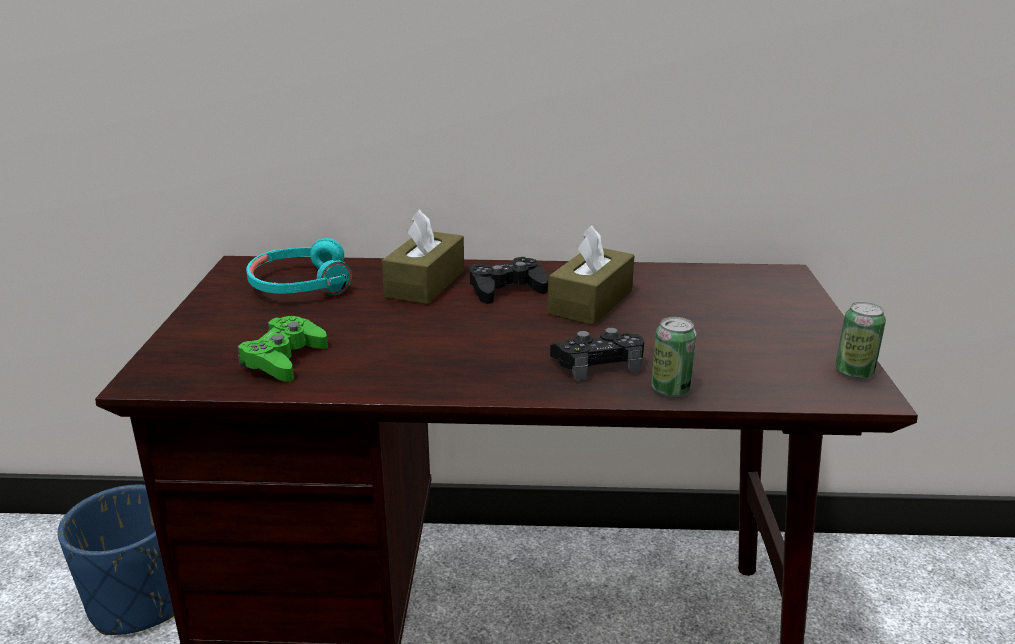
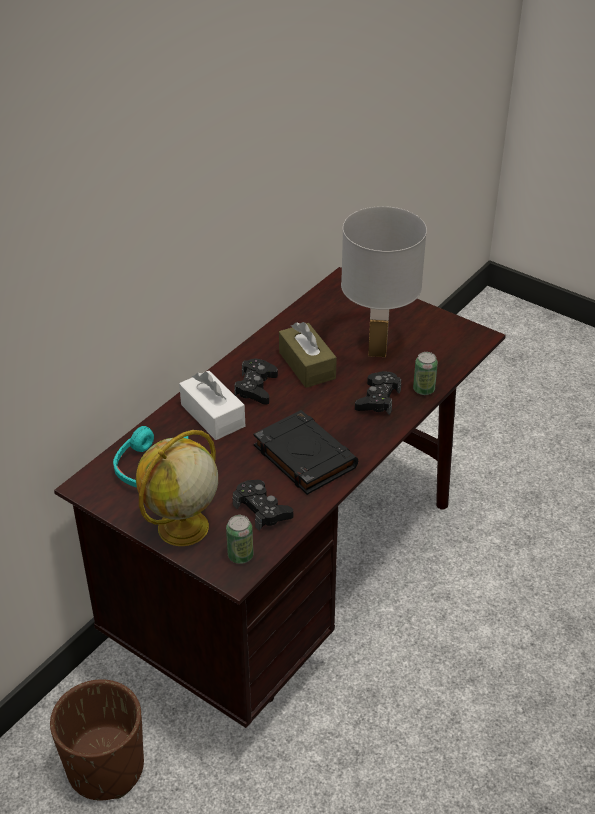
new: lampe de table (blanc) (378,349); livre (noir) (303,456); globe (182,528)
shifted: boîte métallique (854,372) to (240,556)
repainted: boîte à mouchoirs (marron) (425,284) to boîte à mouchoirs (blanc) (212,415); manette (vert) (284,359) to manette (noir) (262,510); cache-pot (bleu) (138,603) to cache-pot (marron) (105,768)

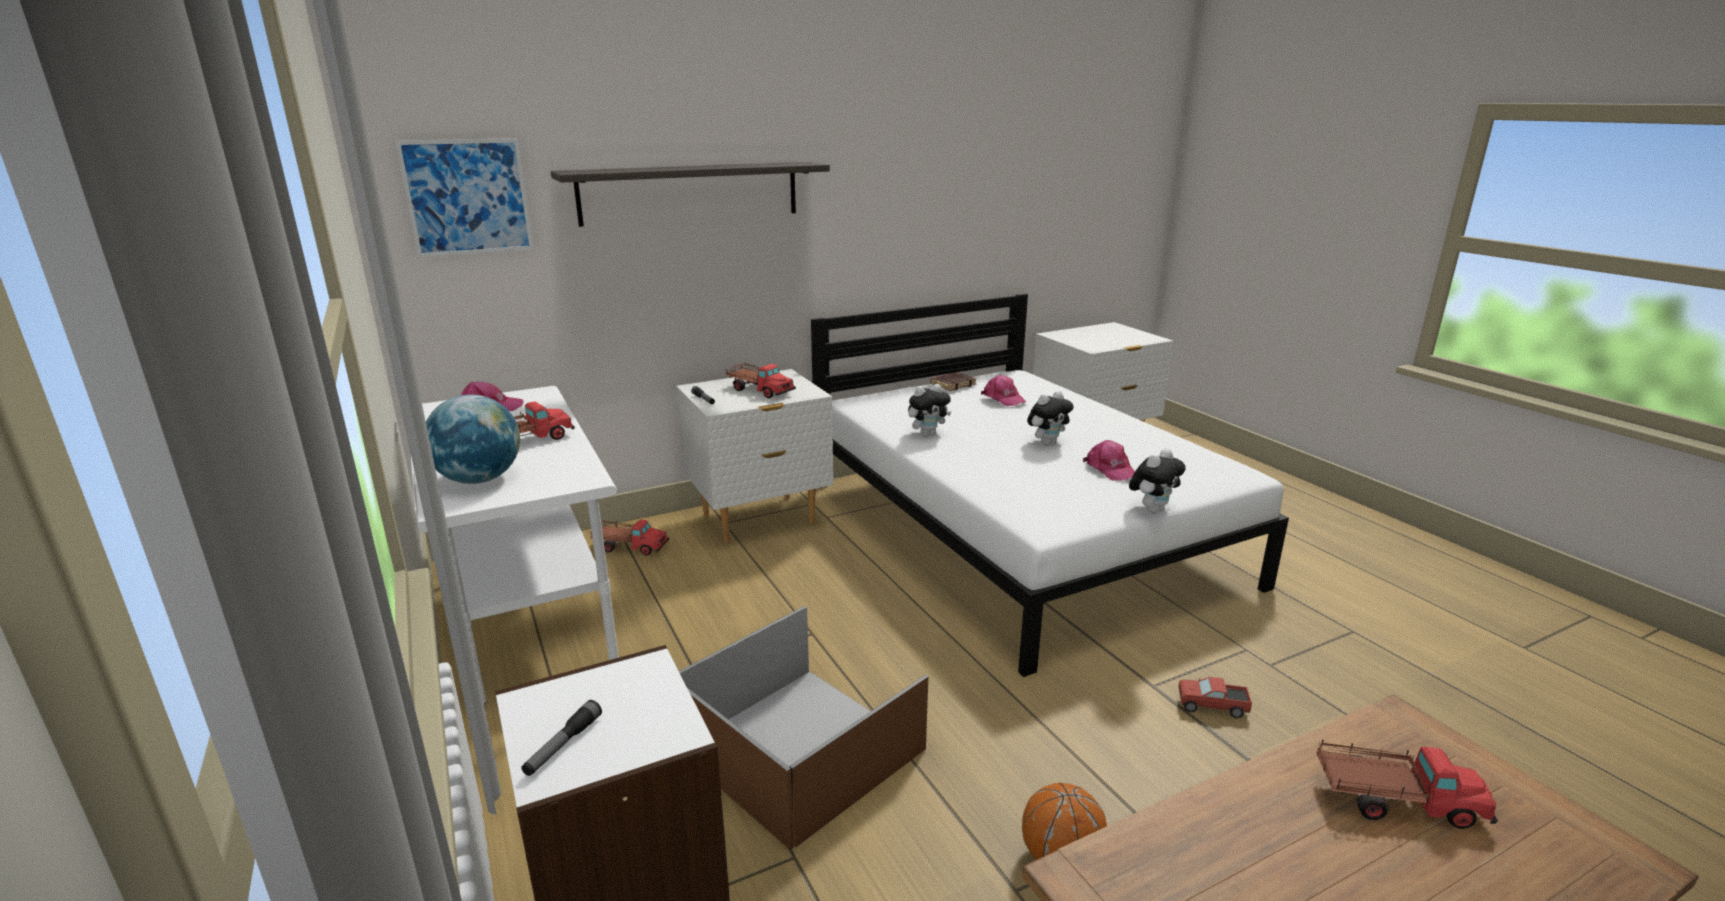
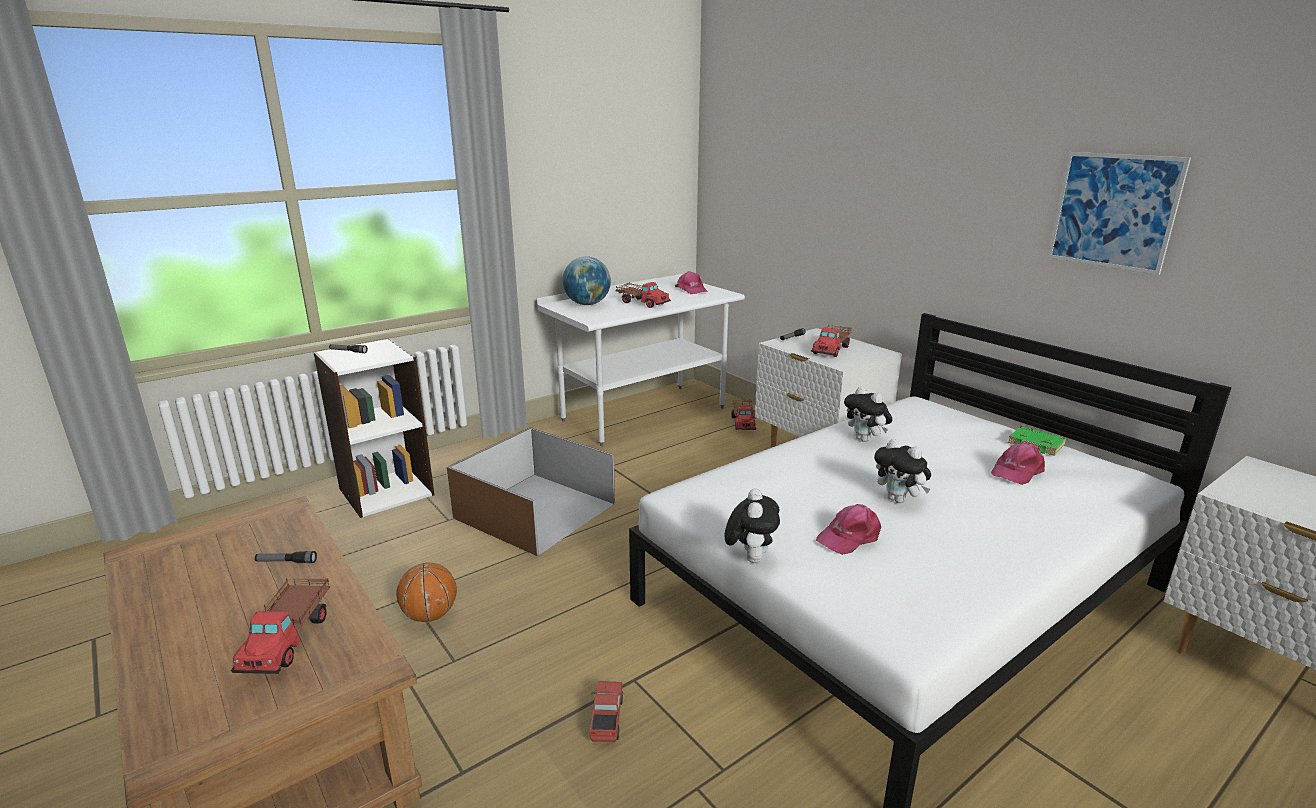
gone: étagère (690,192)
new: lampe de poche (286,562)
shifted: tableau (467,197) to (1114,211)
repainted: livre (marron) (953,384) to livre (vert) (1037,444)
rotated: peluche (1152,509) = (750,557) 120 degrees counterclockwise

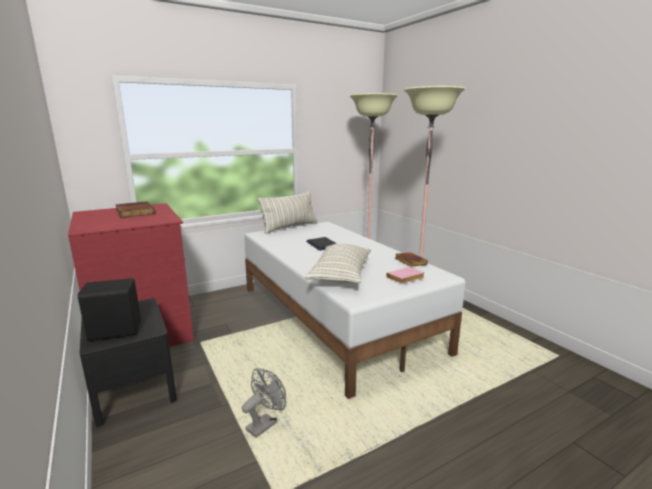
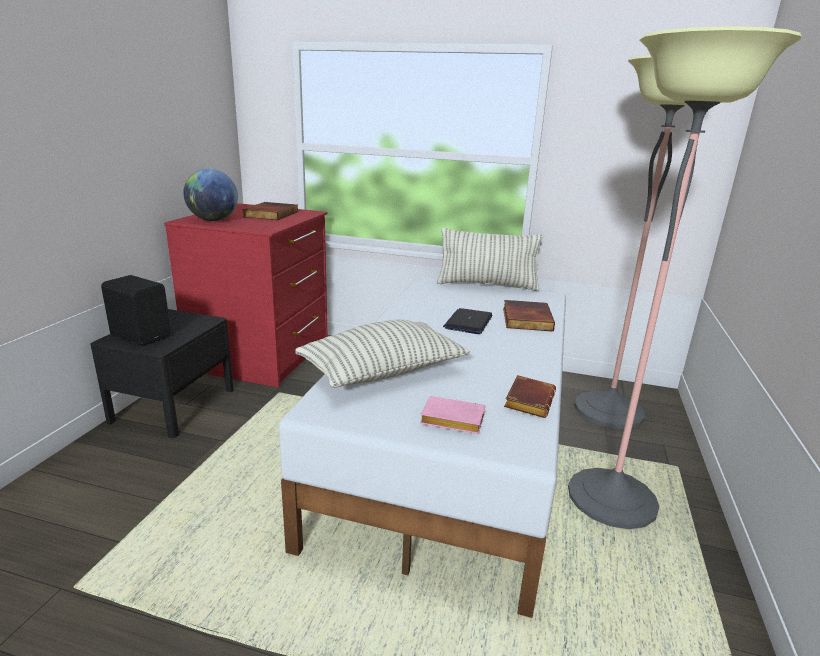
gone: ventilateur (gris) (265,423)
new: globe (213,220); livre (525,319)

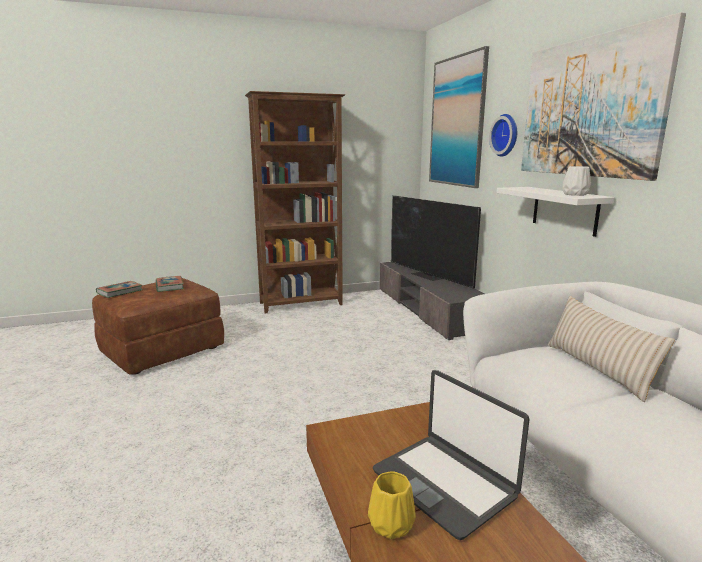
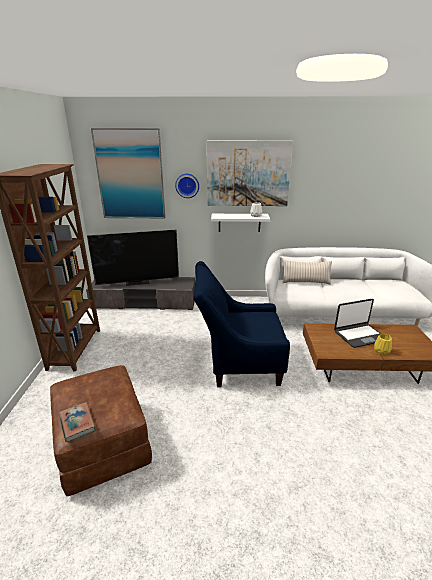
gone: livre (169,286)
new: fauteuil (bleu) (237,363)

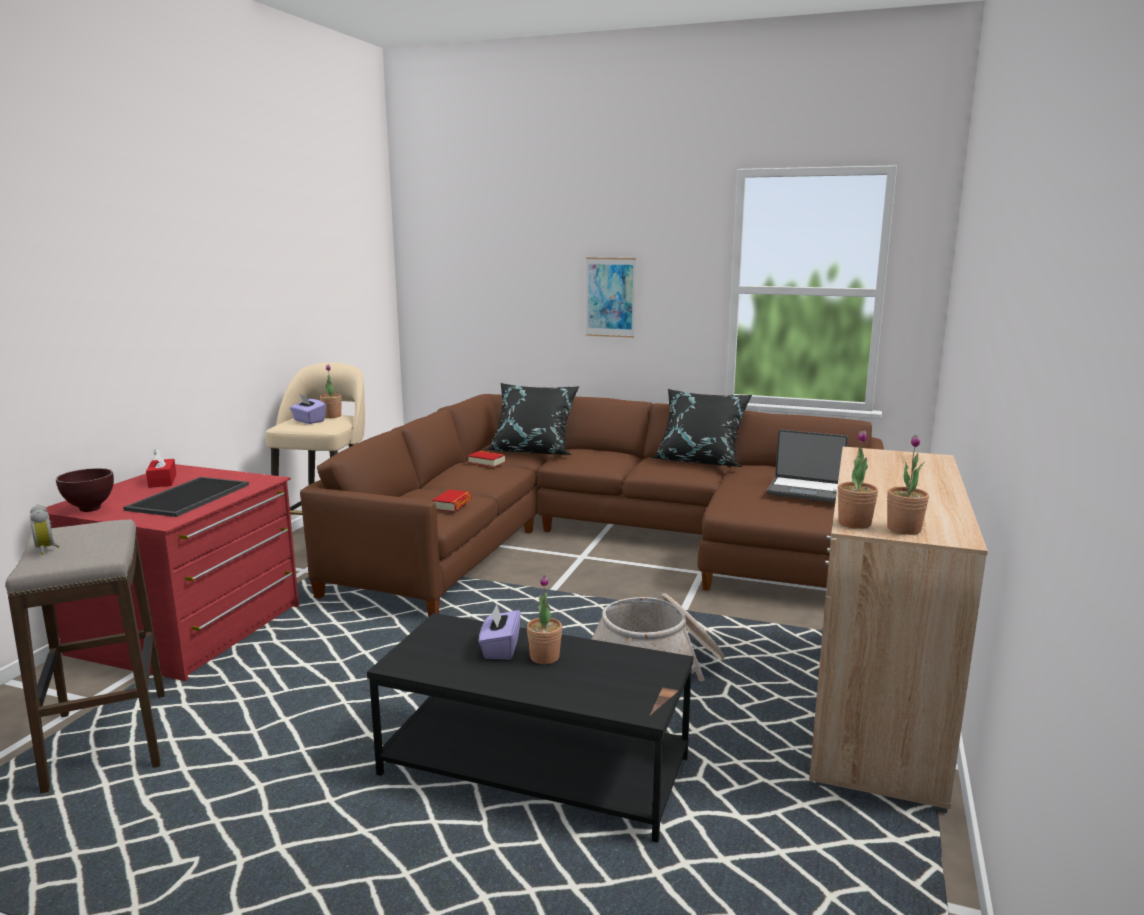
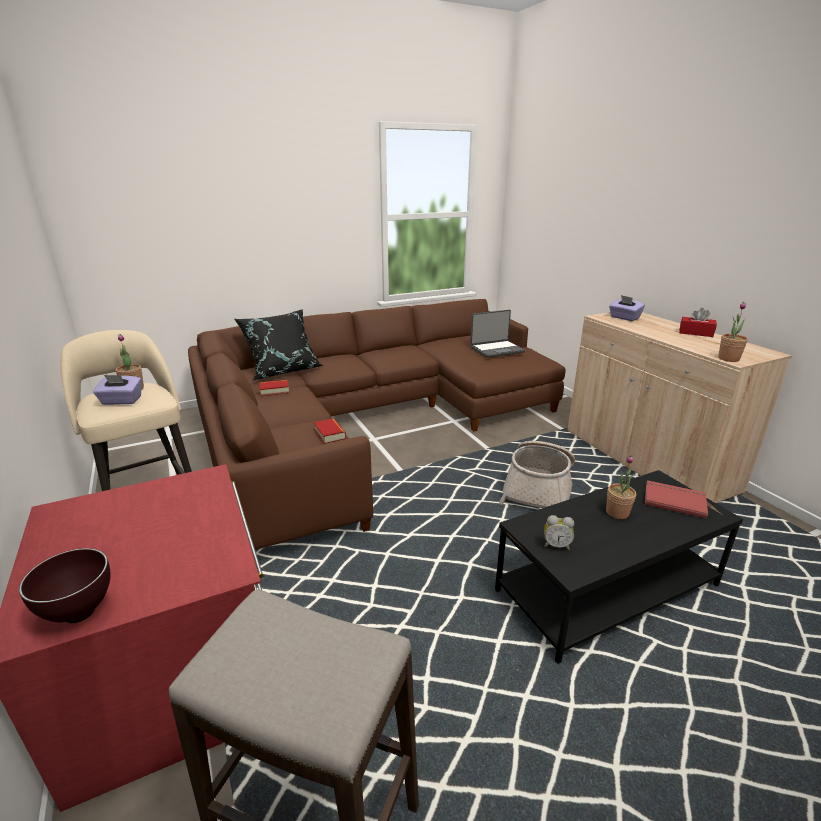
gone: tableau (610,297); coussin (noir) (700,461); plante en pot (904,529); plateau (190,497)
new: livre (rouge) (674,500)
shifted: boîte à mouchoirs (rouge) (162,481) to (695,333); réveil (48,549) to (556,545); boîte à mouchoirs (violet) (500,648) to (624,318)

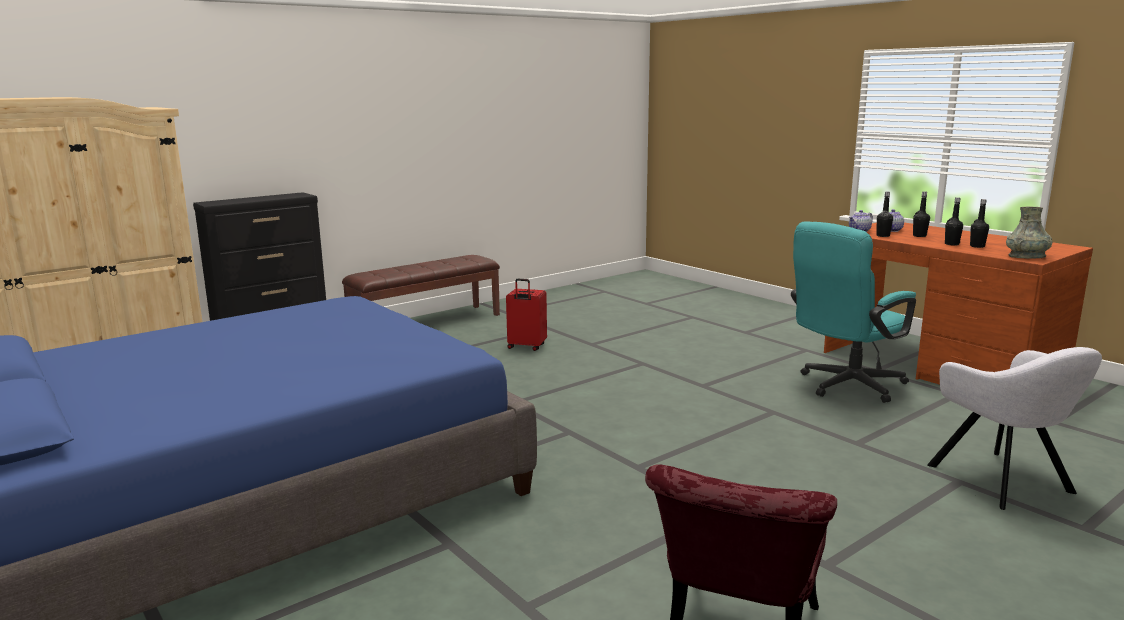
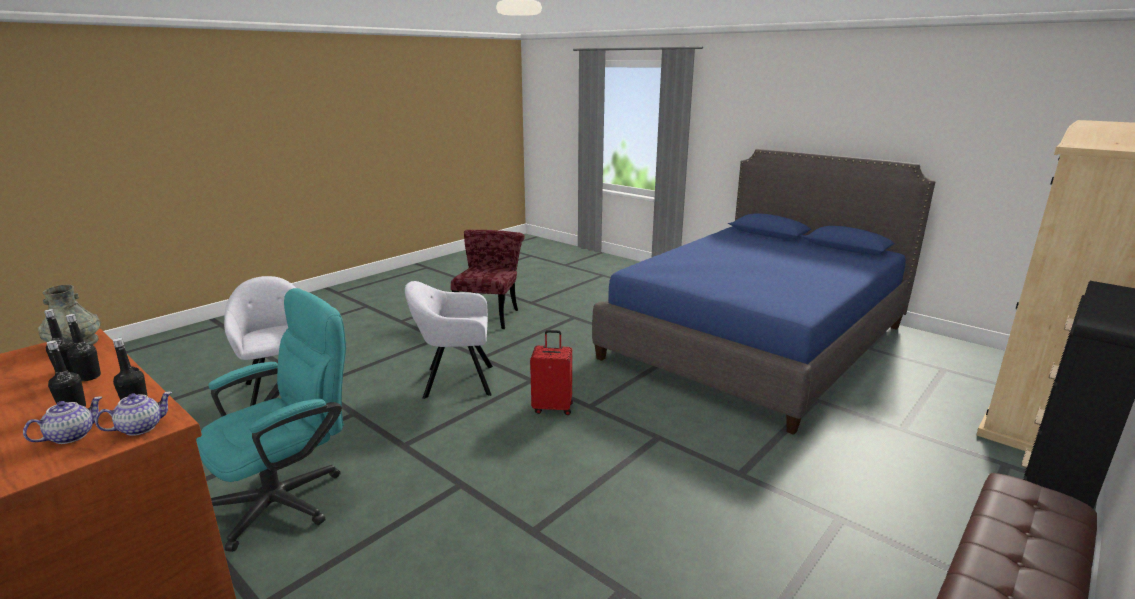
new: fauteuil (gris) (455,381)
shifted: valise (rouge) (526,347) to (553,407)

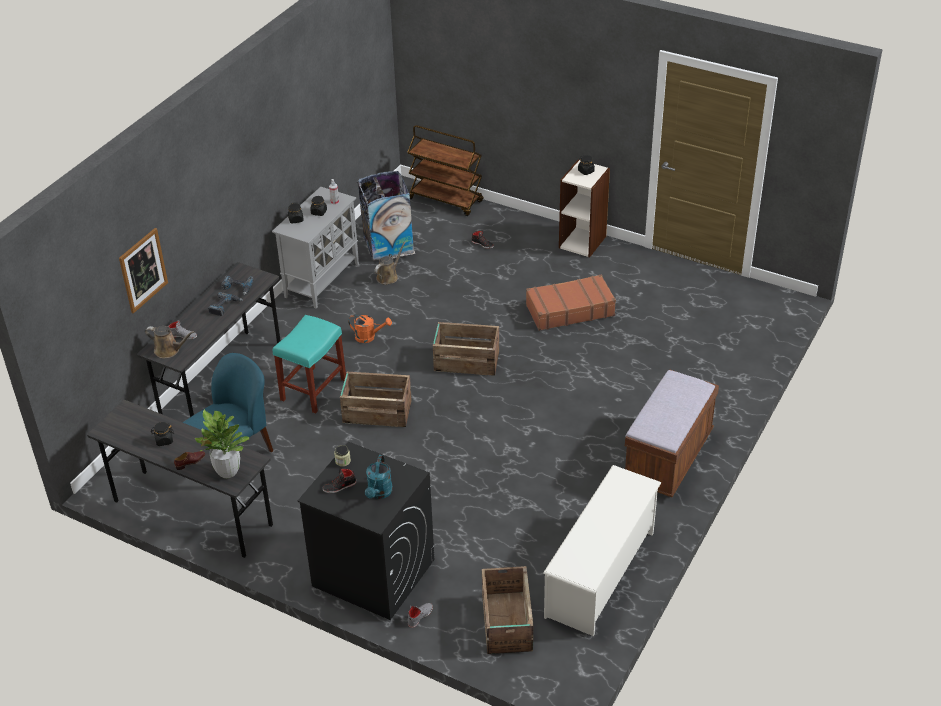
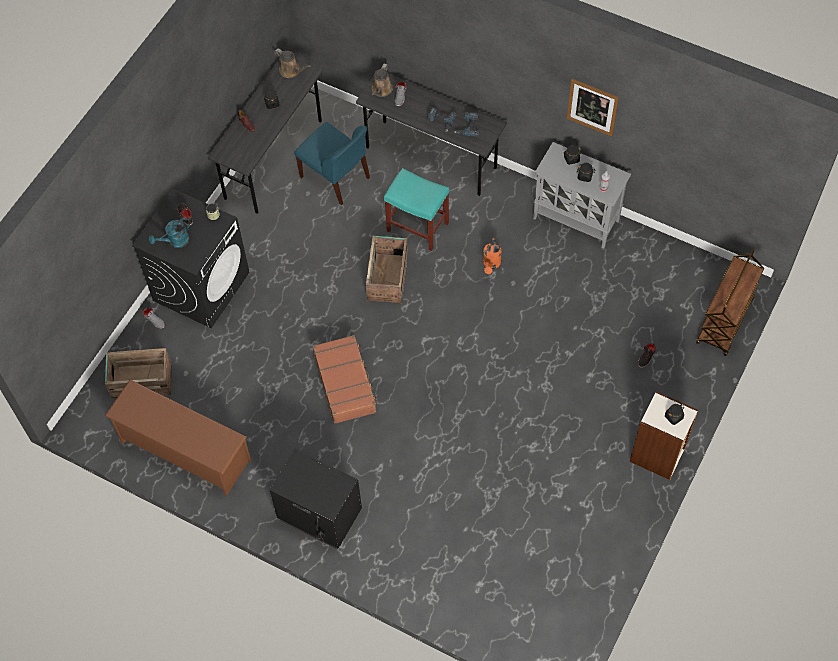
gone: poubelle (388,244); caisse (465,361); plante en pot (227,472)
shifted: tableau (143,270) to (592,107); arrosoir (marron) (388,276) to (291,71); valise (marron) (569,310) to (345,383)
swapped: banc (marron) (668,458) to table de chevet (noir) (319,516)
repainted: étagère à chaussures (blanc) (600,574) to étagère à chaussures (marron) (184,451)
rotated: arrosoir (turquoise) (379,493) = (175,242) 45 degrees counterclockwise

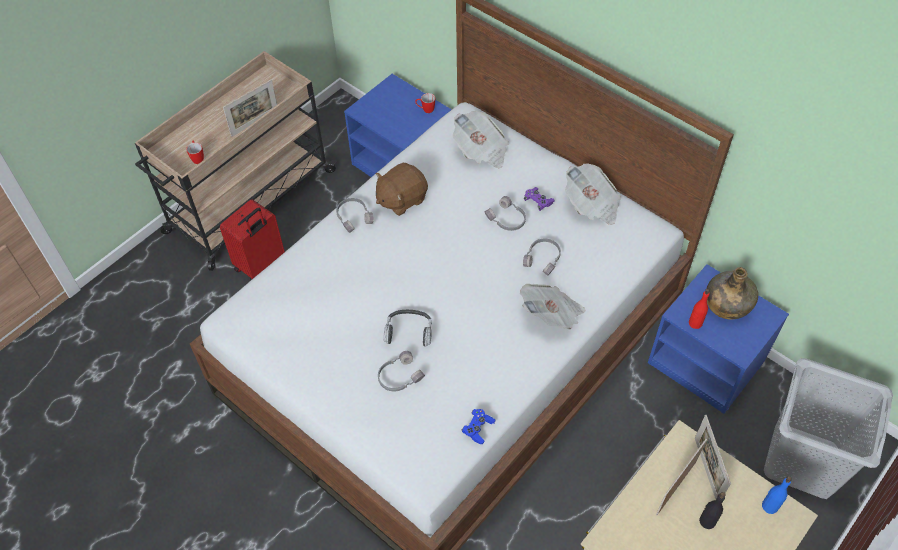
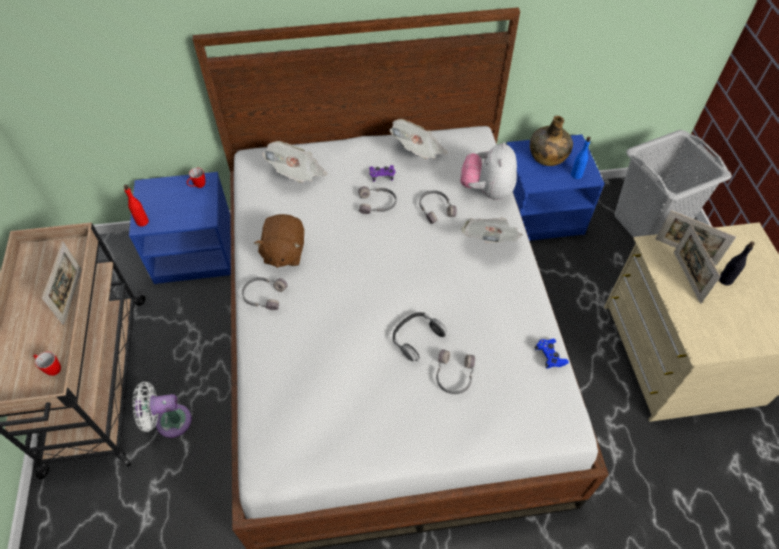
new: peluche (487,190)
shifted: bouteille (rouge) (695,323) to (142,222); bouteille (bleu) (769,506) to (576,174)
swapped: valise (rouge) (260,265) to ventilateur (blanc) (169,421)

